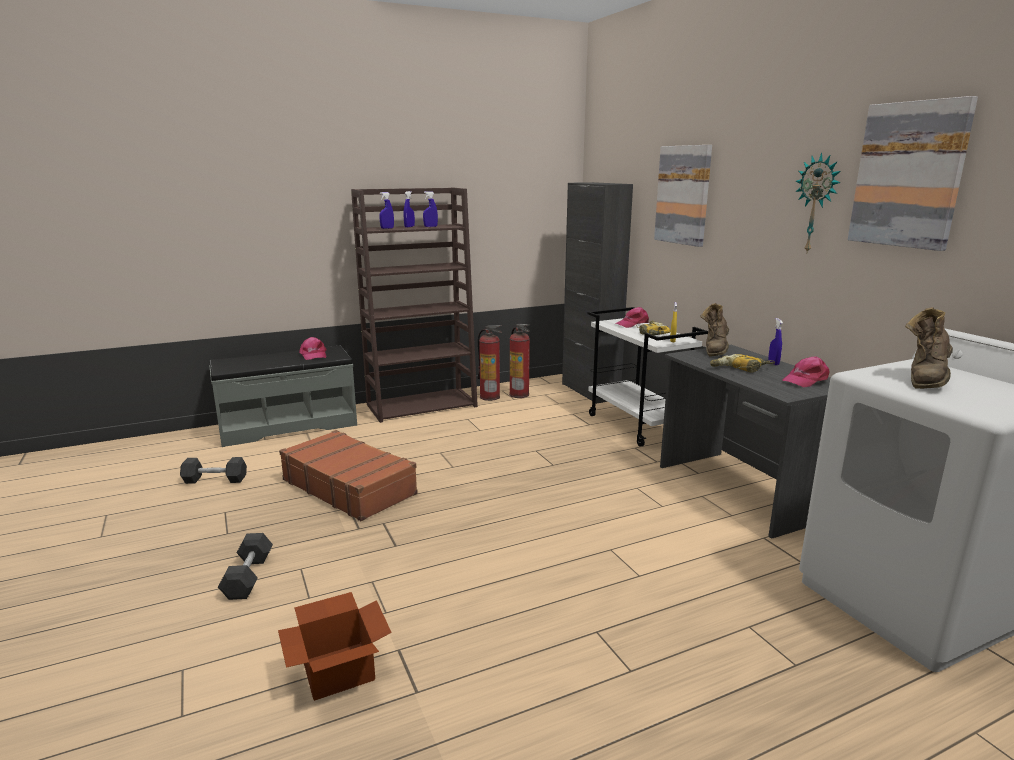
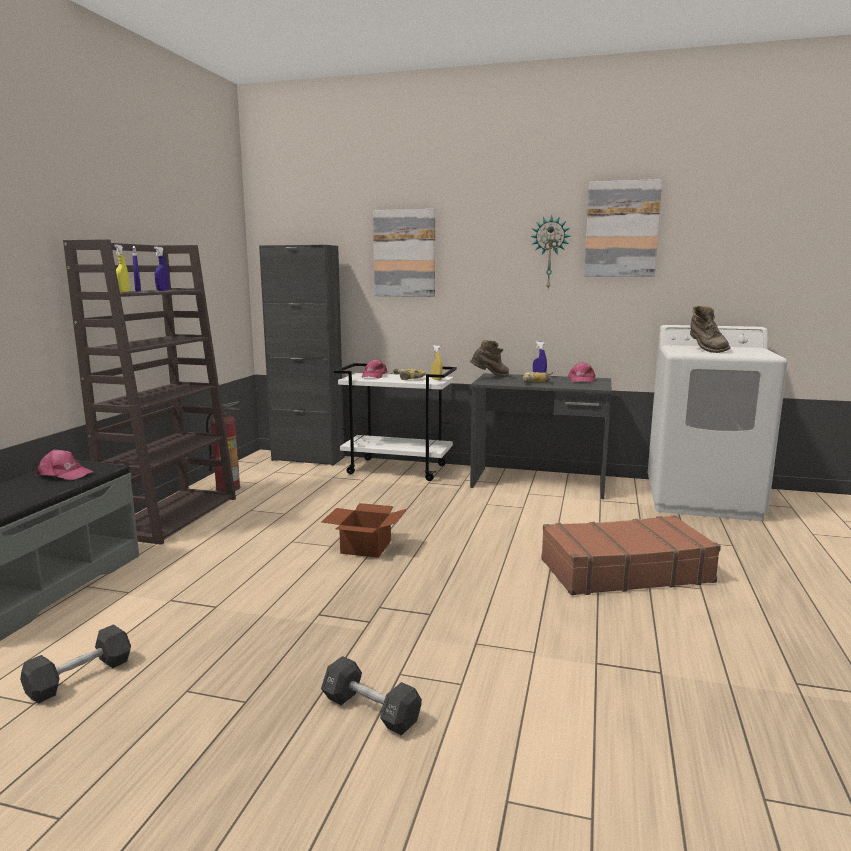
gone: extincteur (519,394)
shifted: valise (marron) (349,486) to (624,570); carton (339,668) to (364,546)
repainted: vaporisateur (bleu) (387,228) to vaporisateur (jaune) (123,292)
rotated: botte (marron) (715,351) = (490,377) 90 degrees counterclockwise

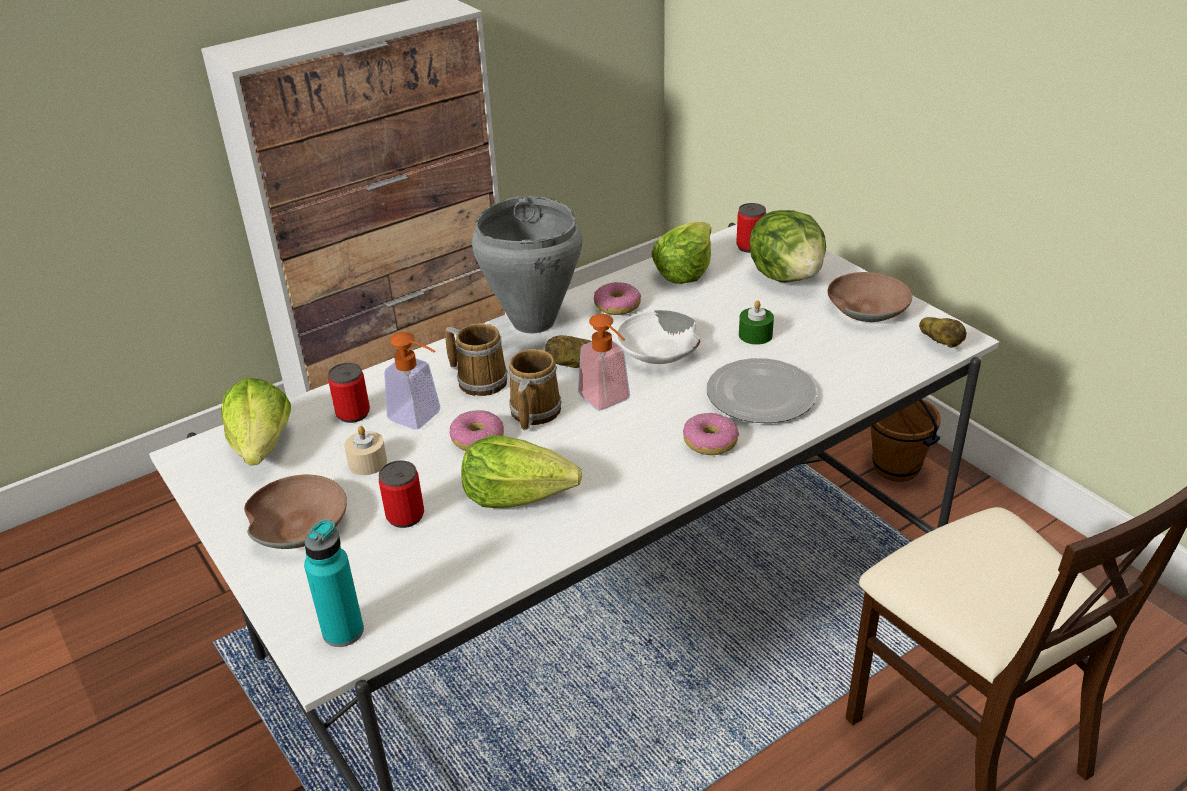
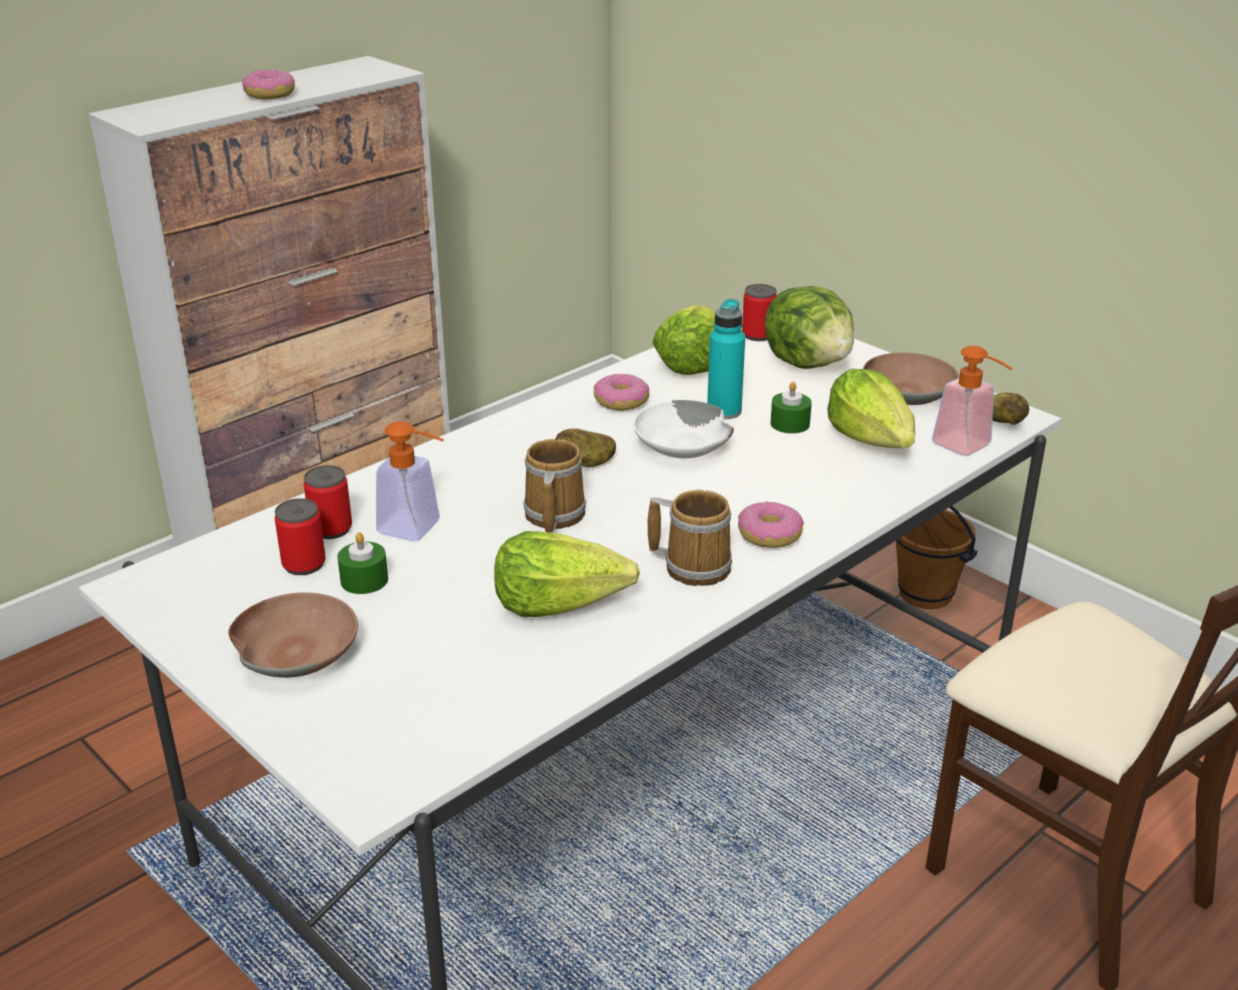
gone: marmite (gris) (532,322); assiette (761,394)
shifted: distributeur de savon (609,401) to (969,448); mug (480,380) to (694,565); laitue (262,445) to (872,439); beignet (477,439) to (269,94); boîte métallique (405,516) to (304,564); bouteille (turquoise) (343,631) to (724,411)
repainted: bougie (beige) (367,462) to bougie (vert) (364,580)

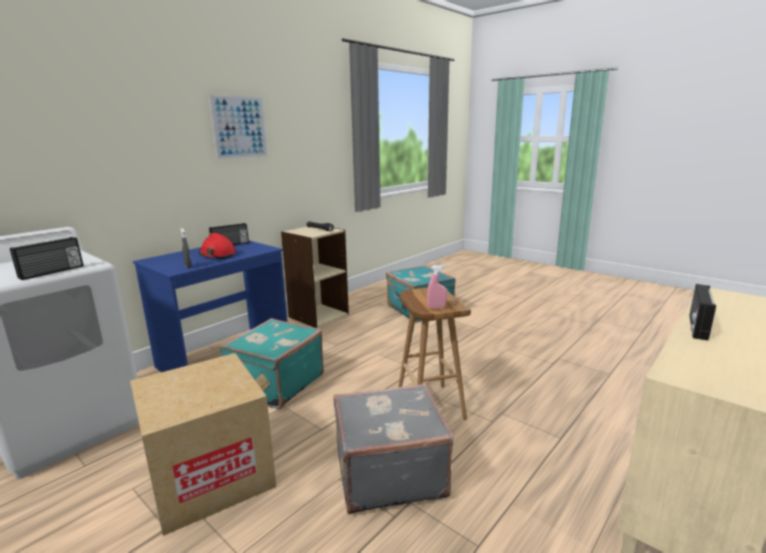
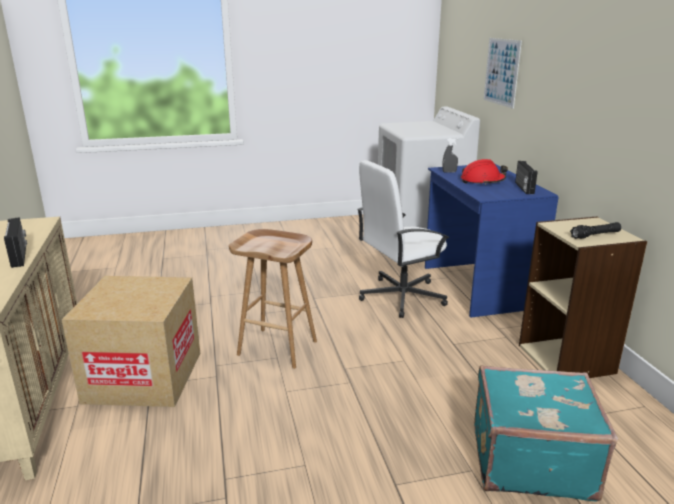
gone: radio (52,272); vaporisateur (rose) (436,307); valise (gris) (388,472)
shifted: tableau (240,127) to (501,72); carton (210,476) to (144,377)
swapped: valise (turquoise) (275,384) to chaise de bureau (blanc) (401,296)

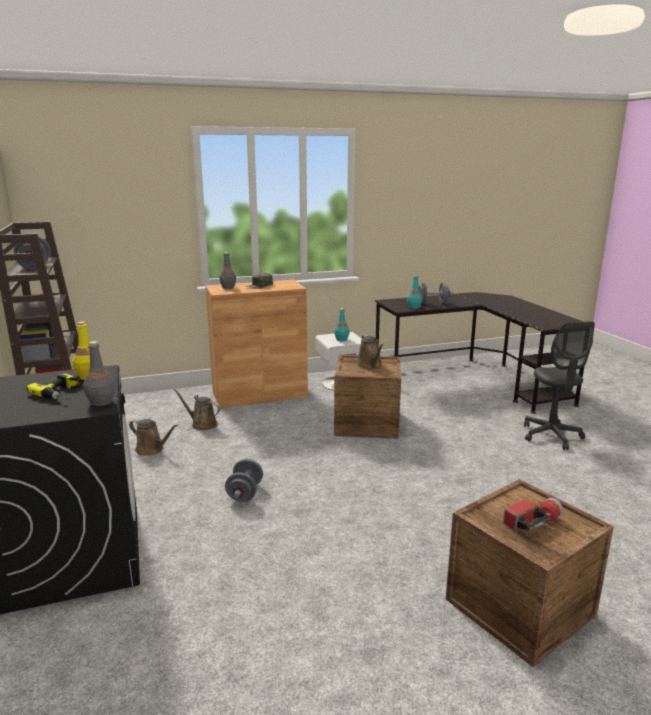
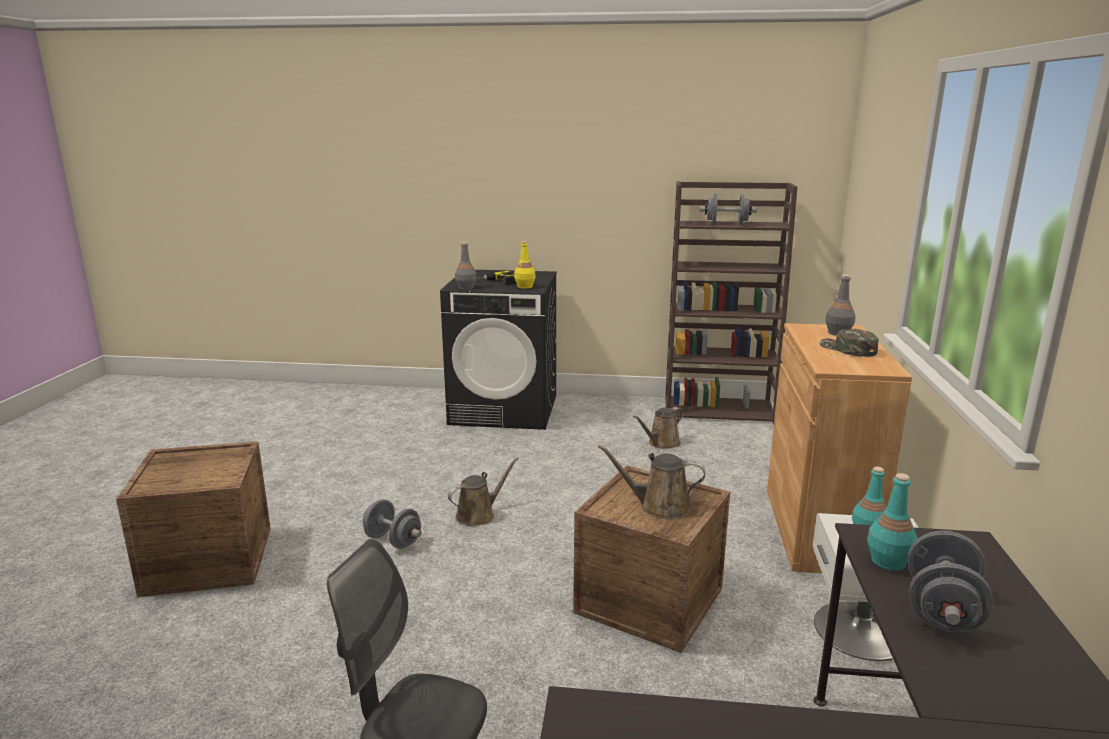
gone: lampe de poche (532,522)
shifted: arrosoir (marron) (202,424) to (478,515); haltère (gris) (245,493) to (393,540)

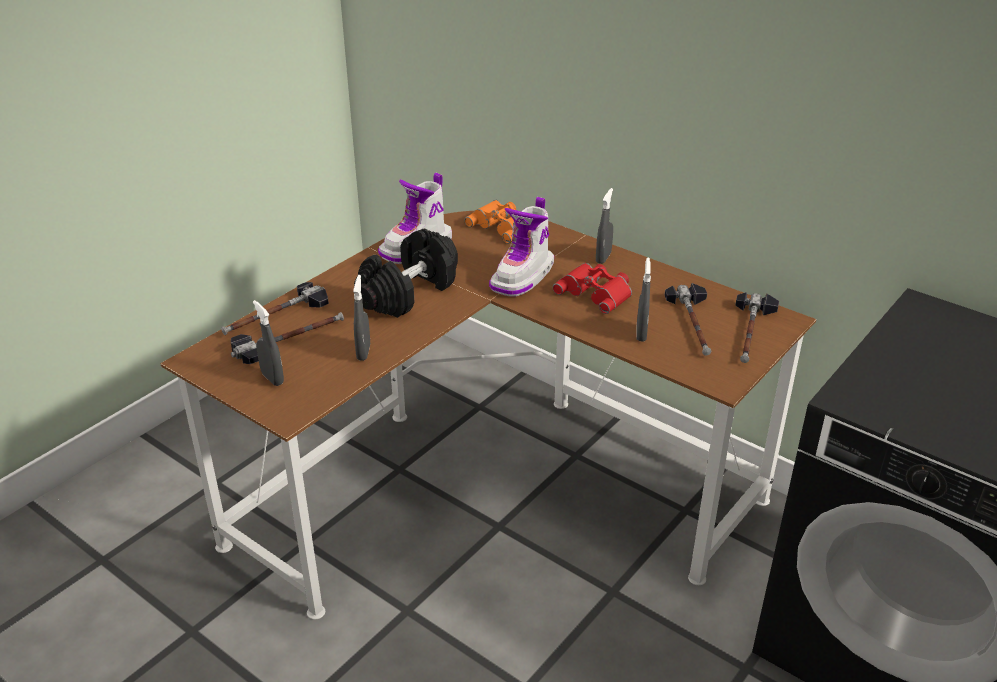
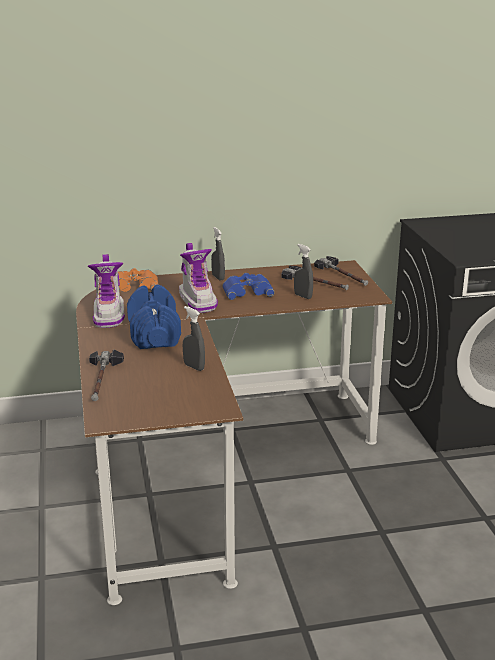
gone: vaporisateur (gris) (272,378); marteau (289,339)
repainted: haltère (noir) (408,292) to haltère (bleu) (153,334); jumelles (rouge) (596,292) to jumelles (bleu) (247,291)

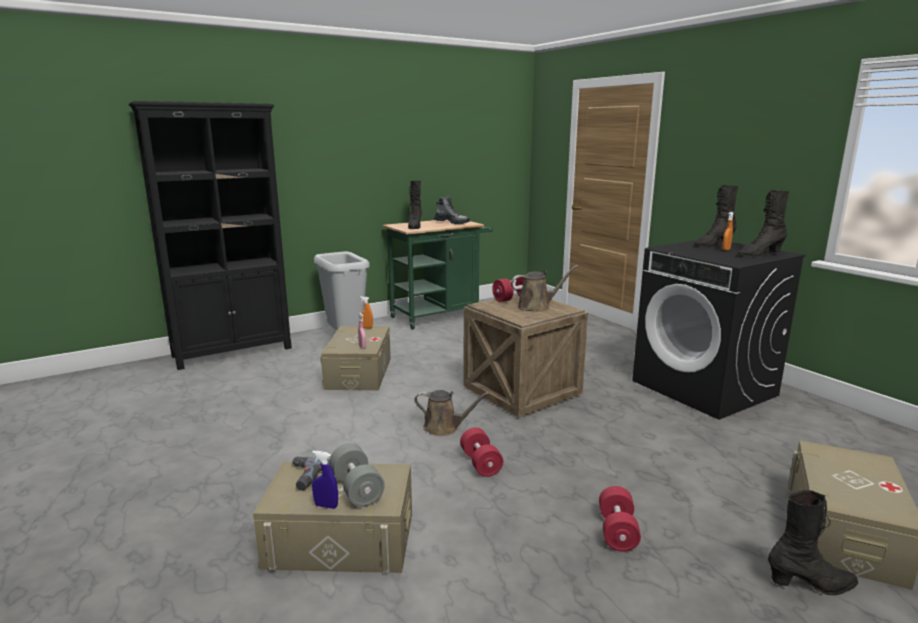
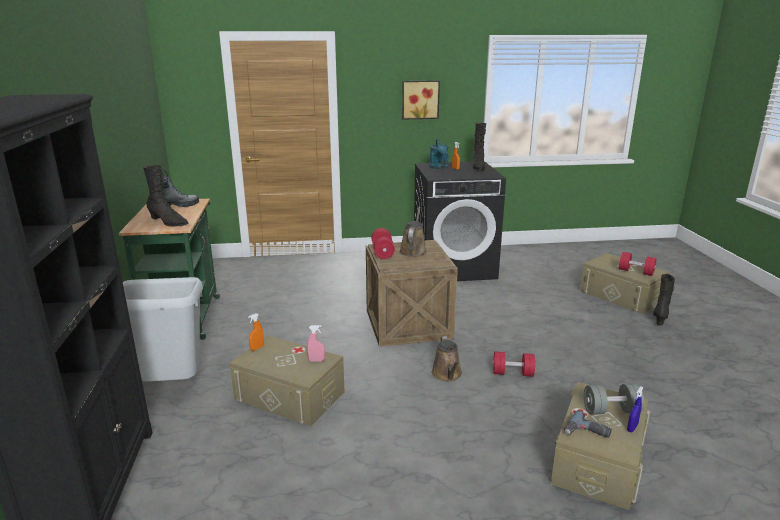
new: tableau (420,99)
shifted: haltère (rouge) (617,531) to (636,272)
swapped: botte (noir) (712,245) to arrosoir (turquoise) (439,167)
rotated: arrosoir (marron) (444,428) = (447,374) 135 degrees clockwise

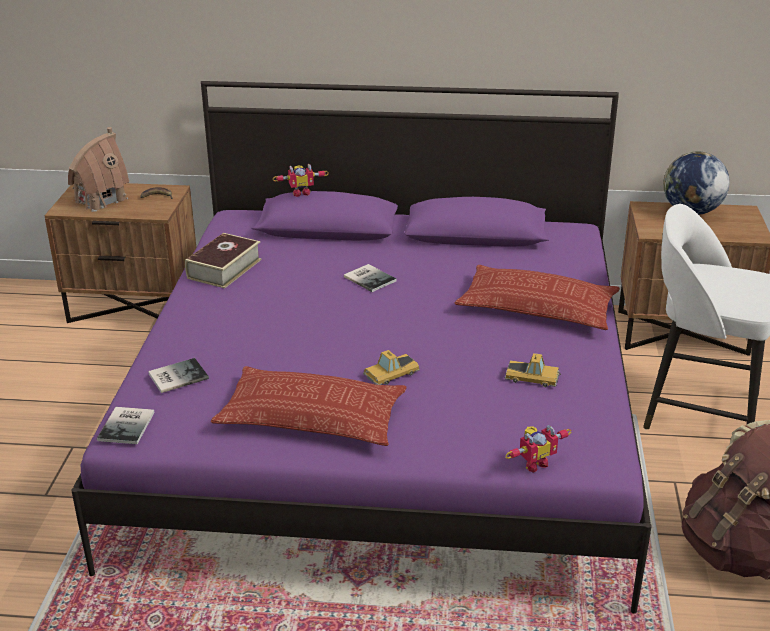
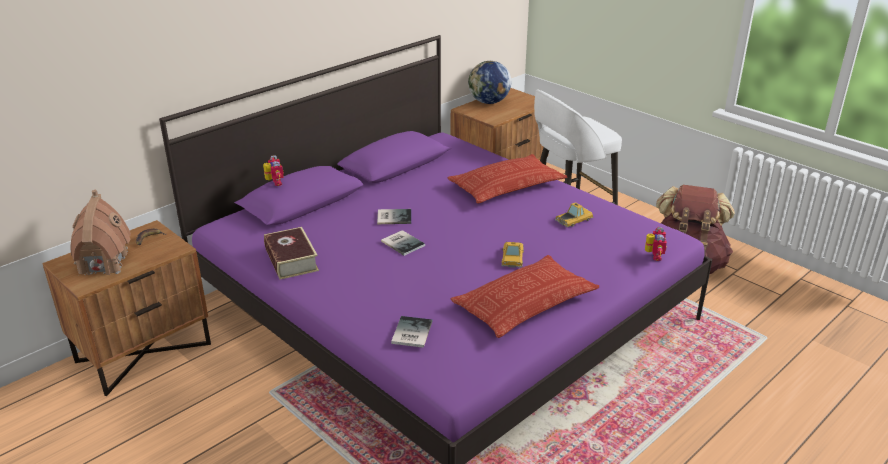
shifted: livre (128,425) to (403,242)
rotated: robot jouet (301,192) = (274,183) 45 degrees counterclockwise

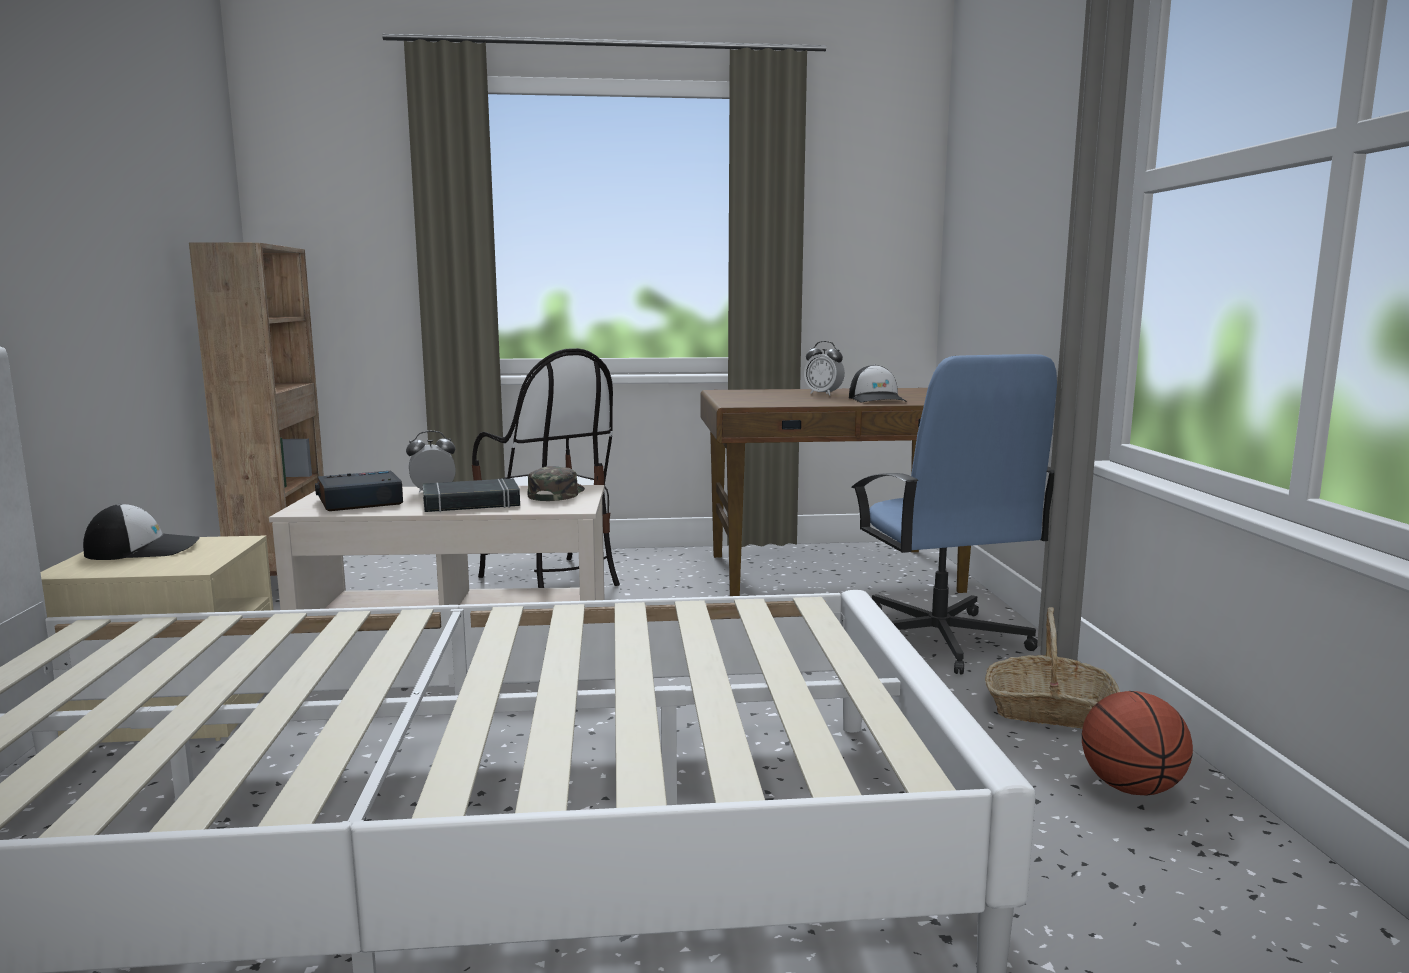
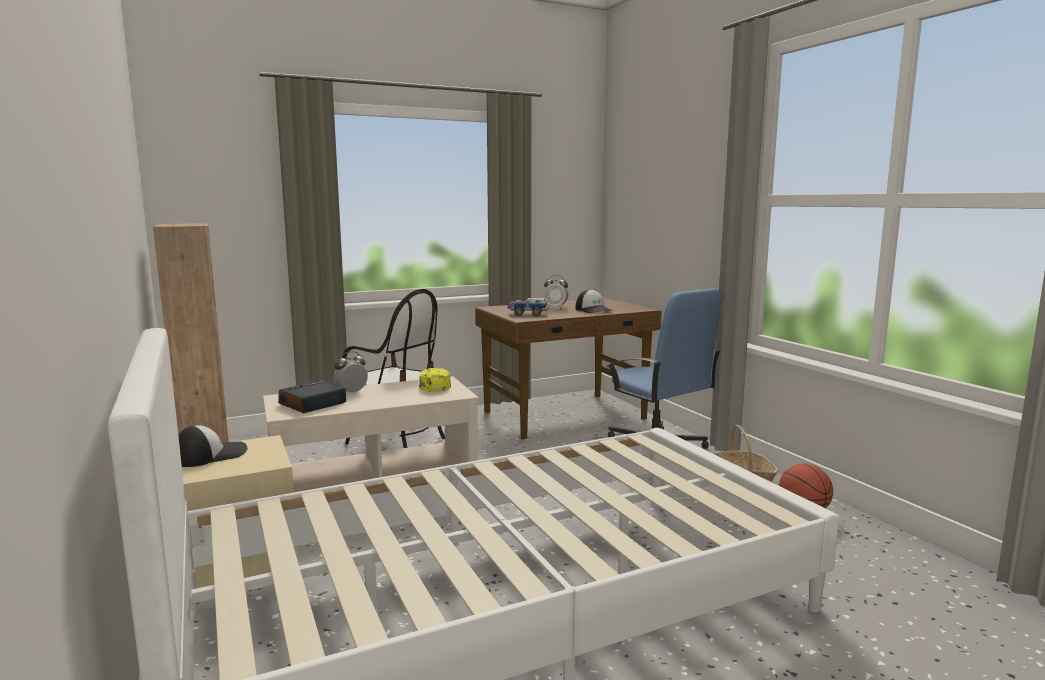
gone: livre (noir) (471,503)
new: camion jouet (527,314)
repainted: casquette (vert) (556,494) to casquette (jaune) (434,385)

